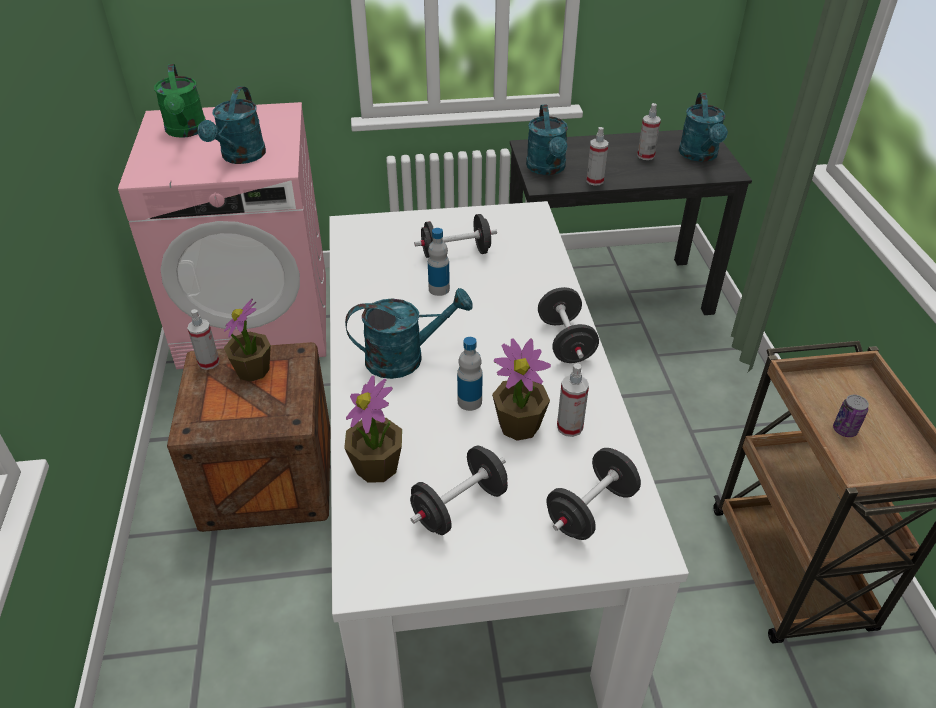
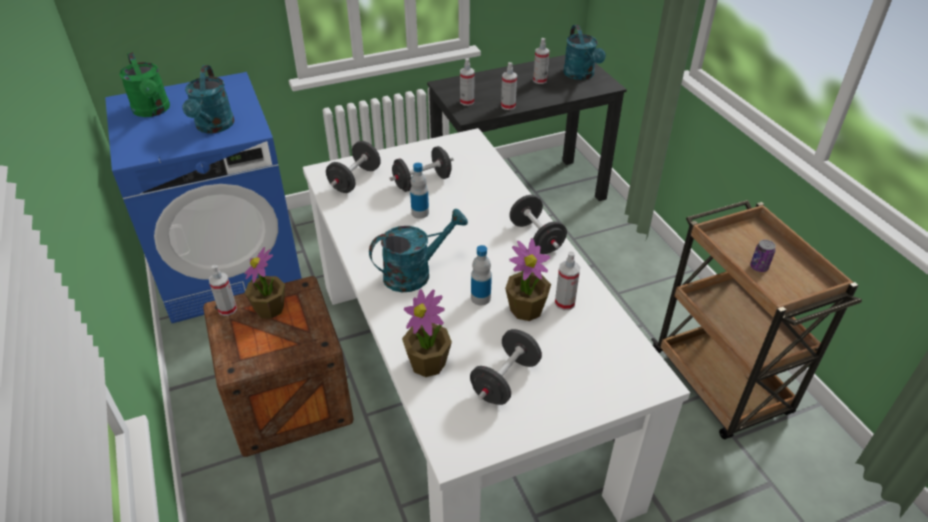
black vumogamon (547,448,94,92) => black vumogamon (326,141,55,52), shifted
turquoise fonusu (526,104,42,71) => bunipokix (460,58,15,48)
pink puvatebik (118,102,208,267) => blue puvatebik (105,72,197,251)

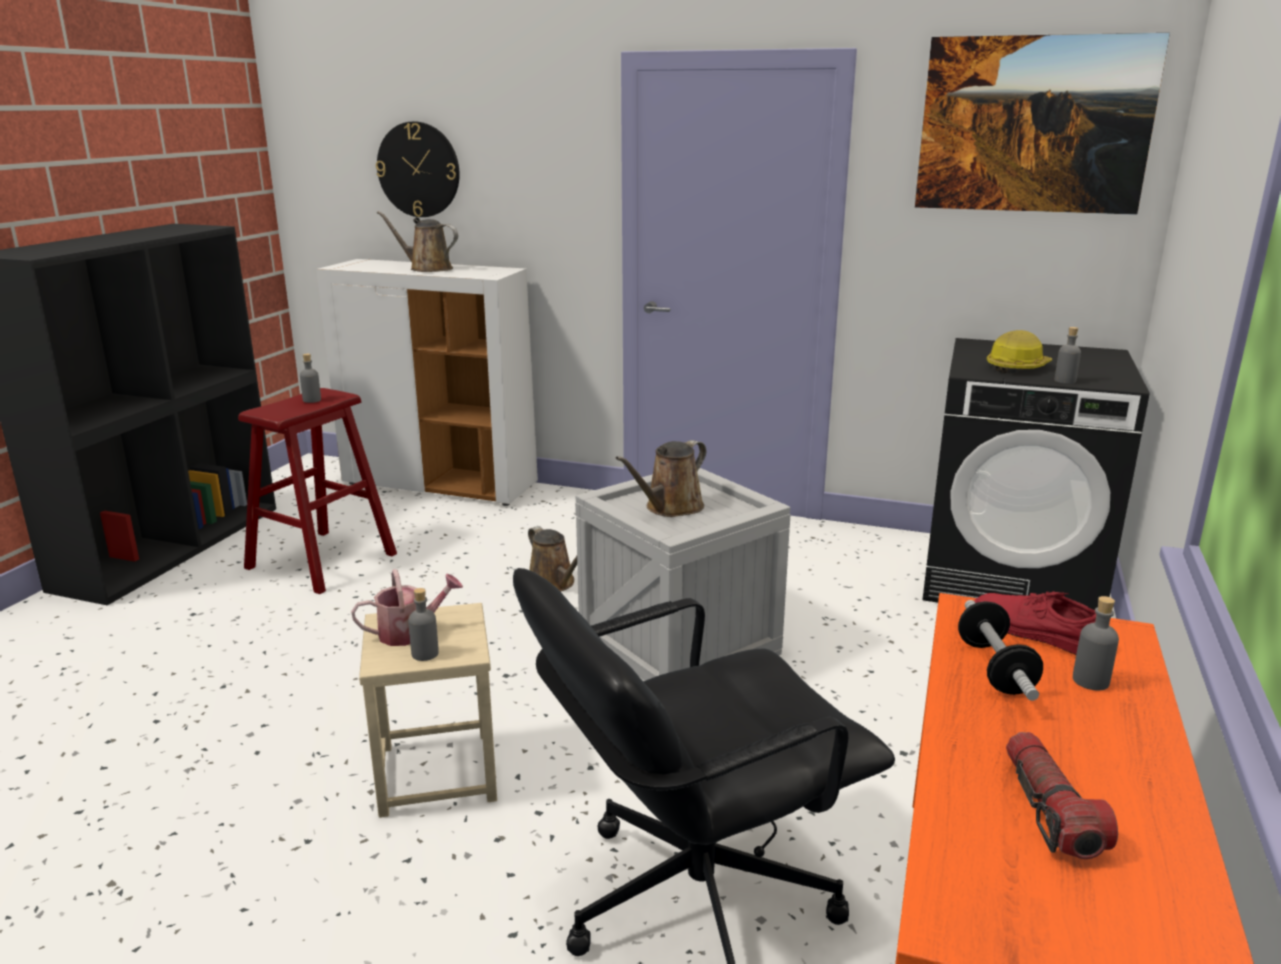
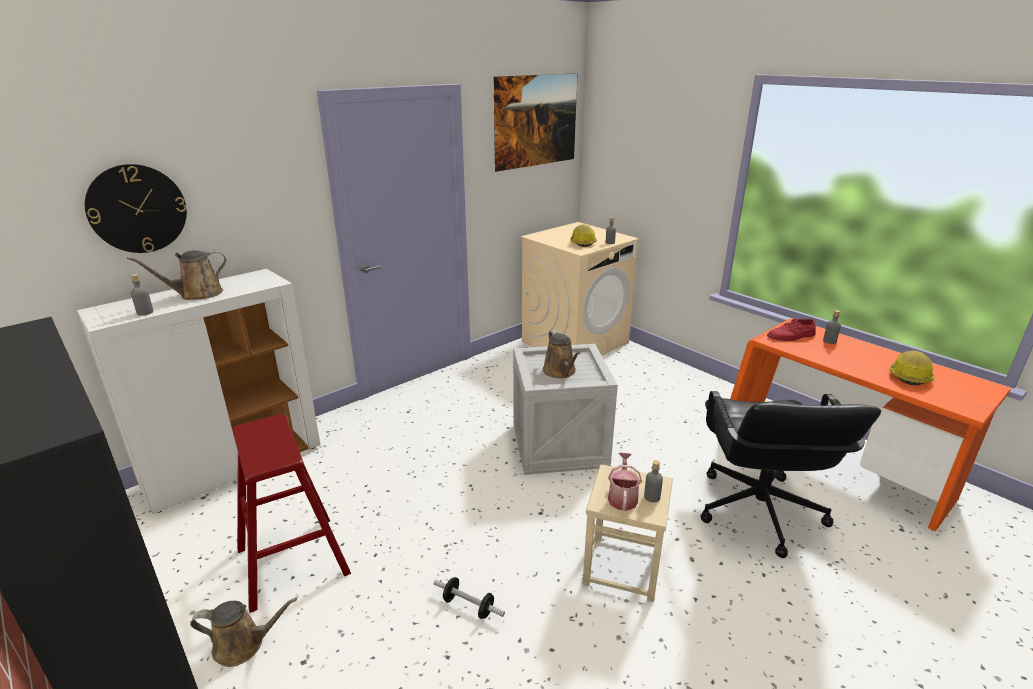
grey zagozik (300,354,21,49) => grey zagozik (131,274,23,42), shifted
brown fonusu (528,526,49,65) => brown fonusu (190,598,107,69), shifted
vumogamon (958,600,85,101) => vumogamon (434,577,71,42), shifted
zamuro (1006,732,112,127) => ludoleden (890,351,45,34)
black puvatebik (923,338,227,272) => beige puvatebik (520,222,118,133)

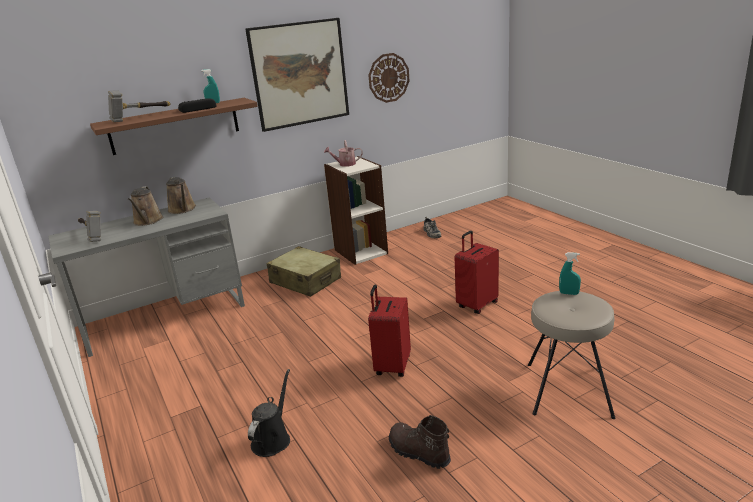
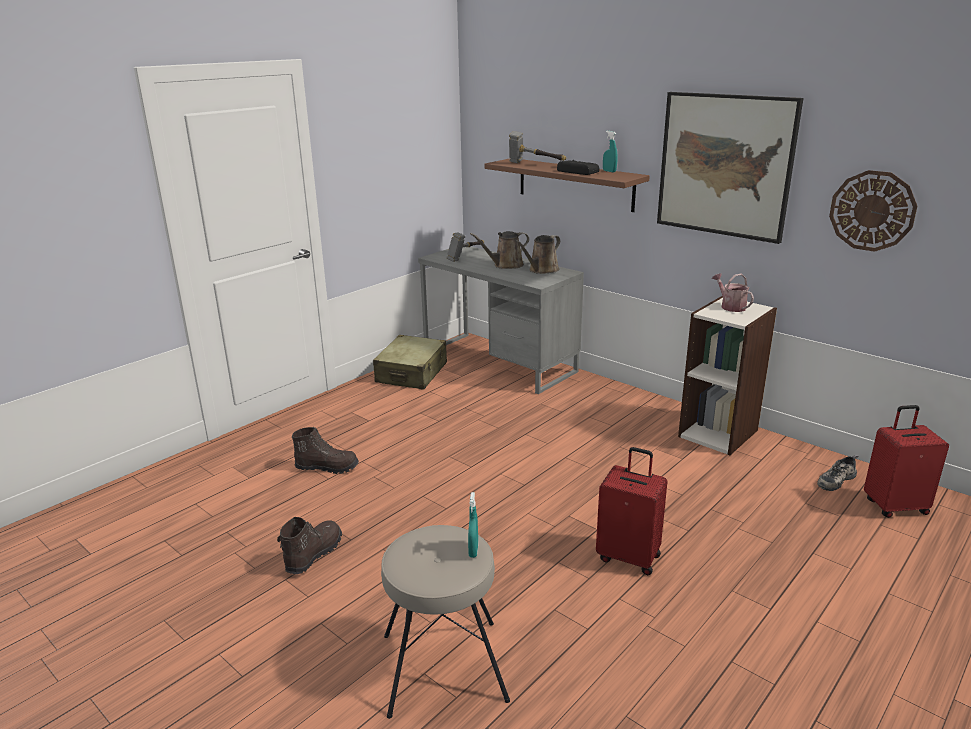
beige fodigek (267,246,74,51) => beige fodigek (373,335,74,55), shifted
red fodigek (368,284,43,93) => red fodigek (864,405,85,113), shifted
black fonusu (248,369,42,88) => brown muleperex (292,427,67,47)

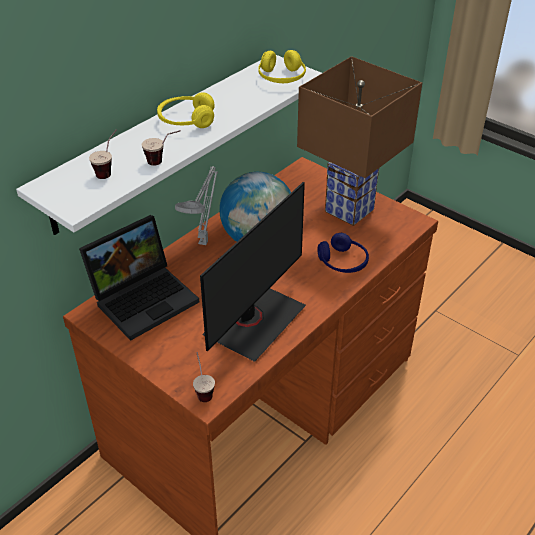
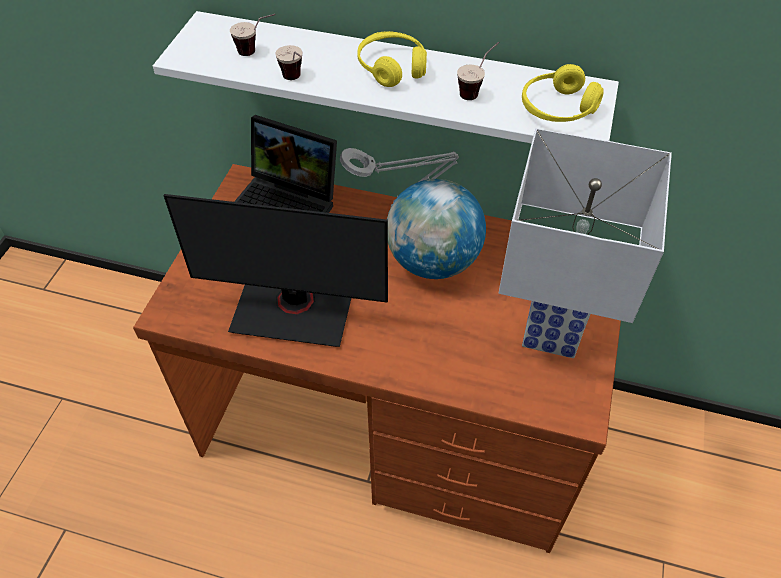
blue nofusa (317,233,52,40) => nothing
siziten (193,352,22,50) => siziten (457,42,42,58), shifted
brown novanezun (297,56,125,170) => white novanezun (498,128,174,230)

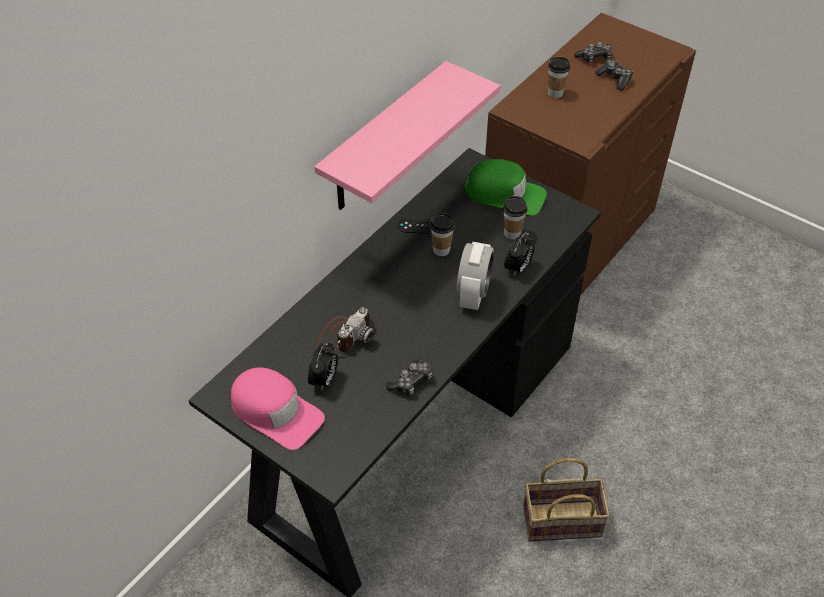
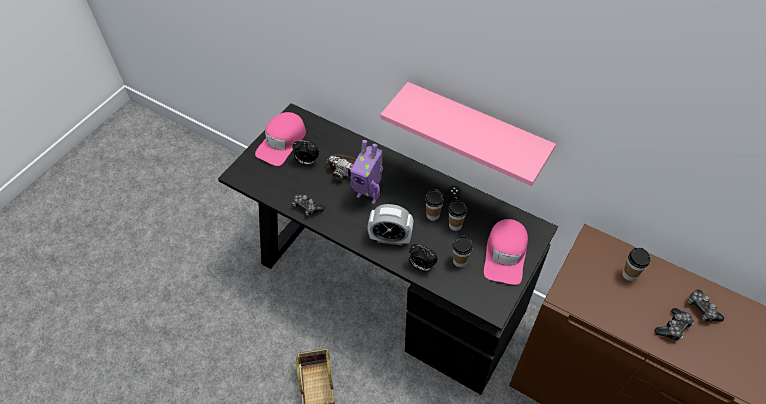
nothing => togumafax (350,140,33,64)
nothing => siziten (448,200,19,31)
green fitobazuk (465,159,82,56) => pink fitobazuk (484,219,44,66)

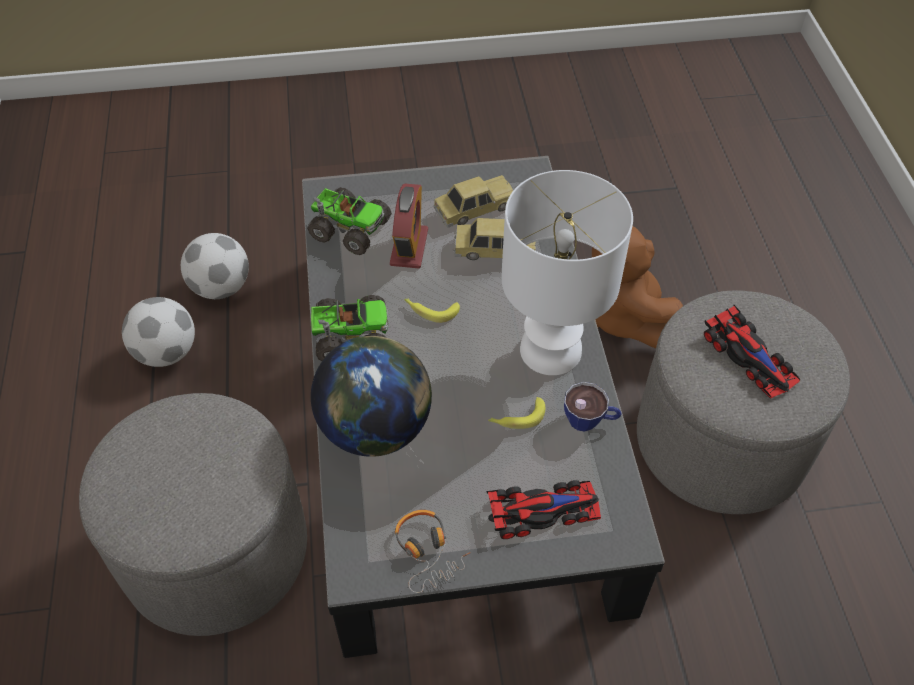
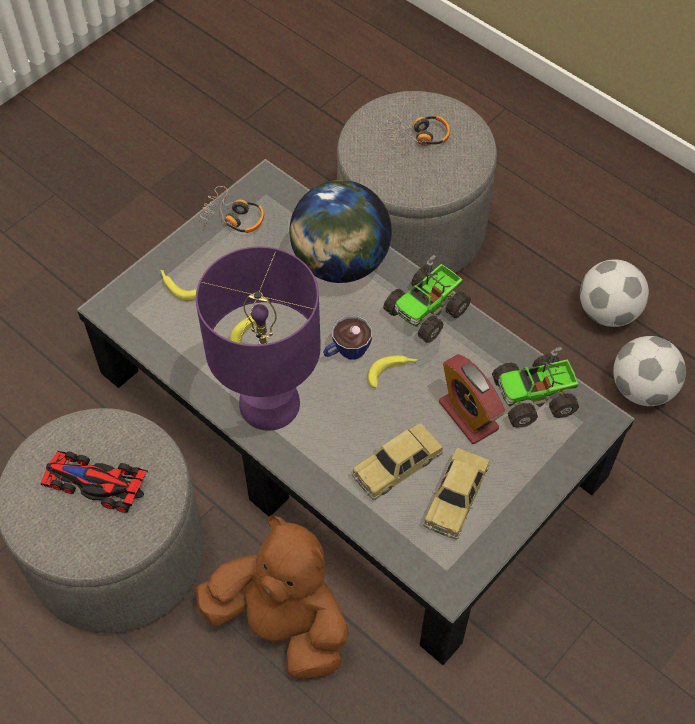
nothing => nofusa (386,115,64,37)
siziten (564,382,58,50) => siziten (323,315,49,45), shifted
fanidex (487,480,114,59) => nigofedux (160,270,37,31)
white novanezun (501,170,132,205) => purple novanezun (196,246,125,185)

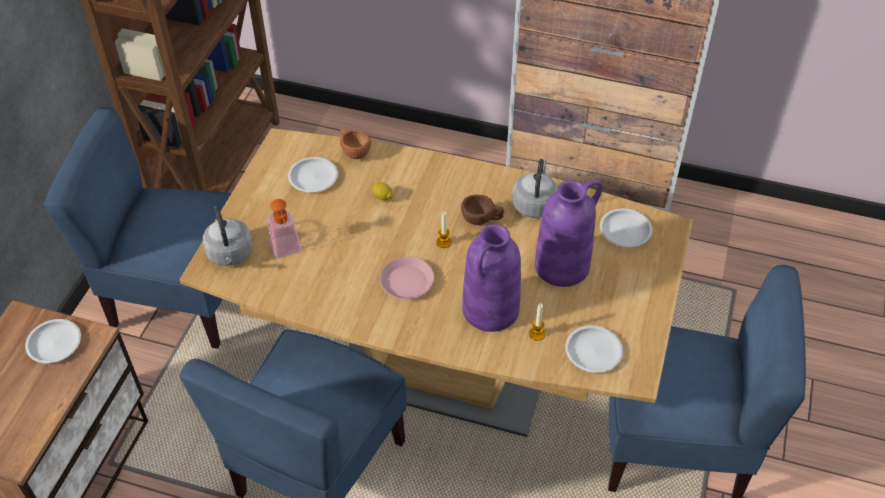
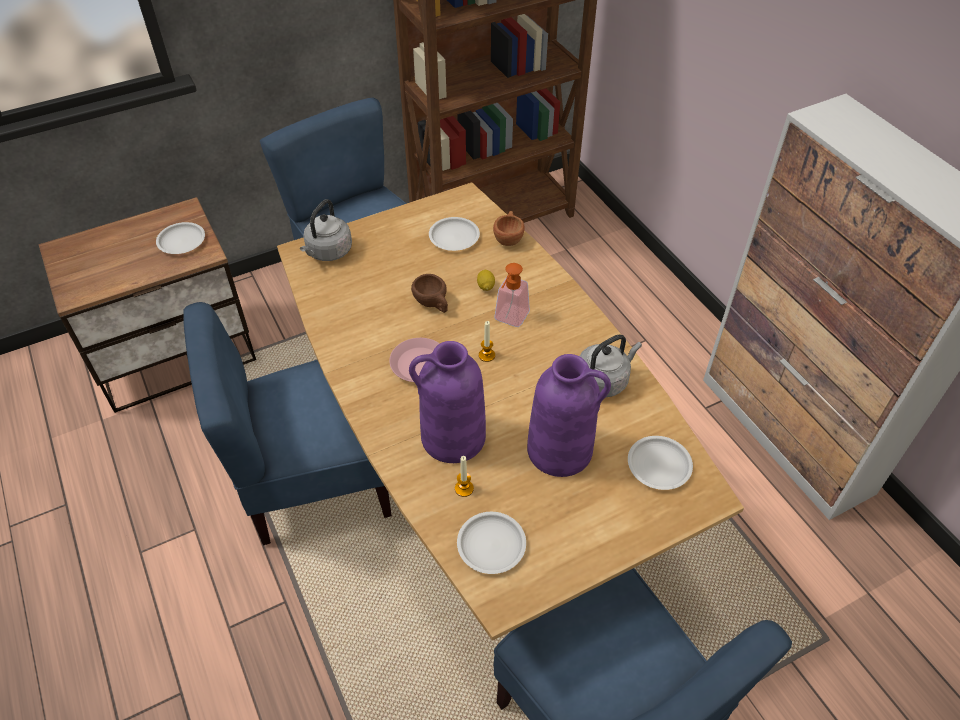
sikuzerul (268,199,33,59) => sikuzerul (494,263,36,64), shifted
brown siziten (461,195,43,30) => brown siziten (411,274,37,39), shifted

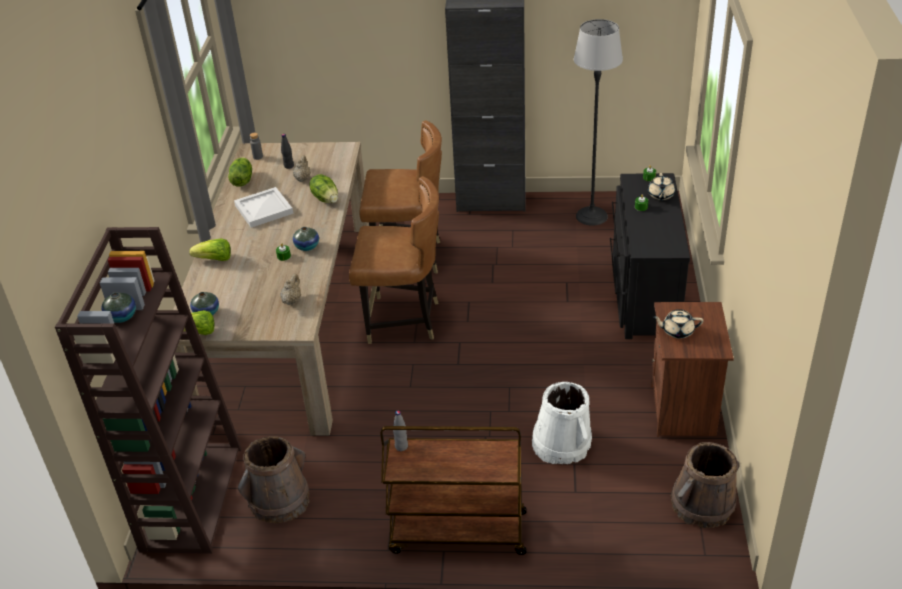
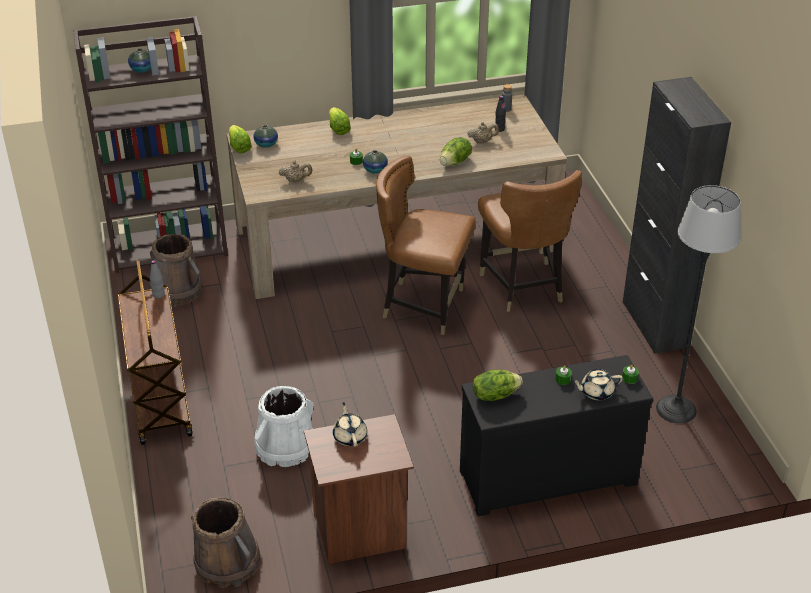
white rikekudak (234,187,59,41) => nothing
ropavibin (228,157,24,30) => ropavibin (473,370,50,31), shifted
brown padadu (349,176,90,168) => brown padadu (376,156,100,179), 120 degrees clockwise

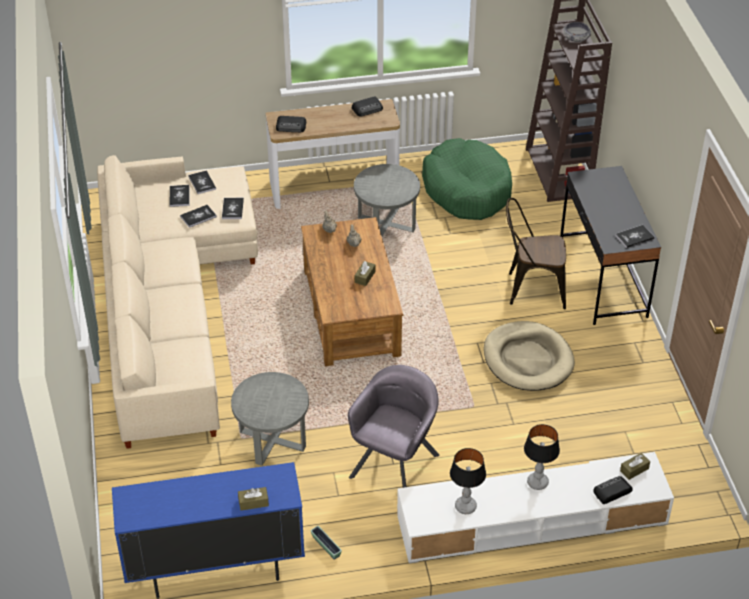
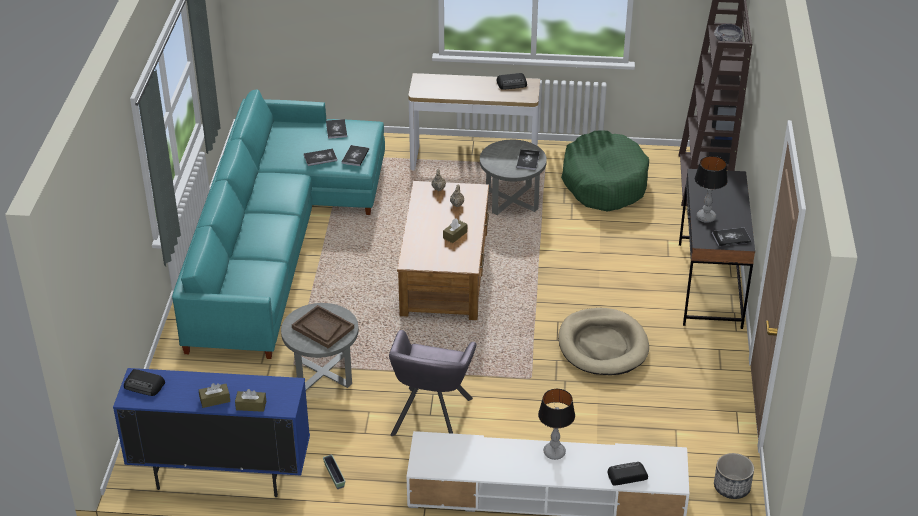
brown padadu (506,198,60,111) => nothing
nothing => brown rikekudak (292,305,62,44)
nothing => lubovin (714,453,40,46)
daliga (170,185,20,22) => daliga (516,149,24,21), shifted
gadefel (276,116,30,16) => gadefel (124,369,41,27), shifted
novanezun (450,448,36,66) => novanezun (695,156,33,67), shifted
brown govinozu (620,453,30,27) => brown govinozu (199,383,31,25), shifted
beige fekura (97,155,161,294) => turquoise fekura (172,89,213,270)
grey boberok (348,365,91,123) => grey boberok (389,330,88,106), 150 degrees clockwise

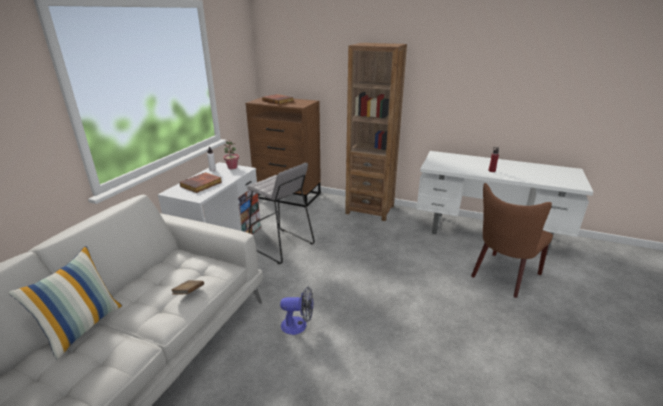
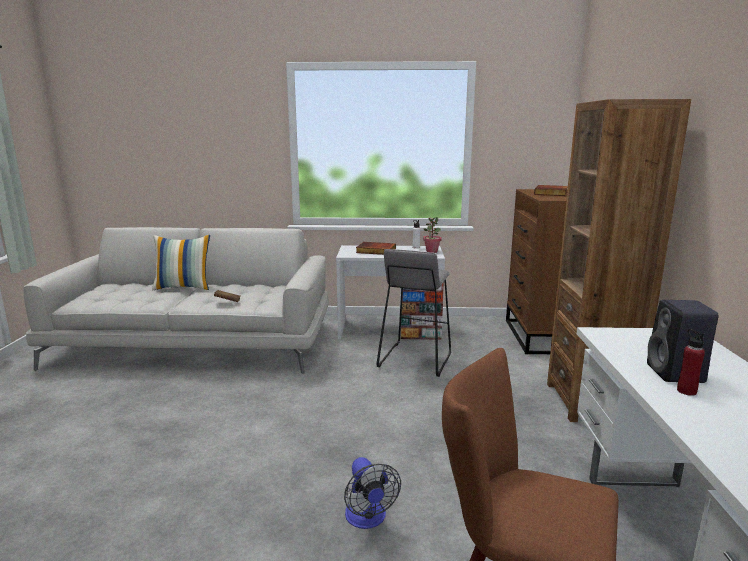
nothing => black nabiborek (647,300,72,83)
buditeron (280,286,33,49) => buditeron (344,457,57,72), shifted

